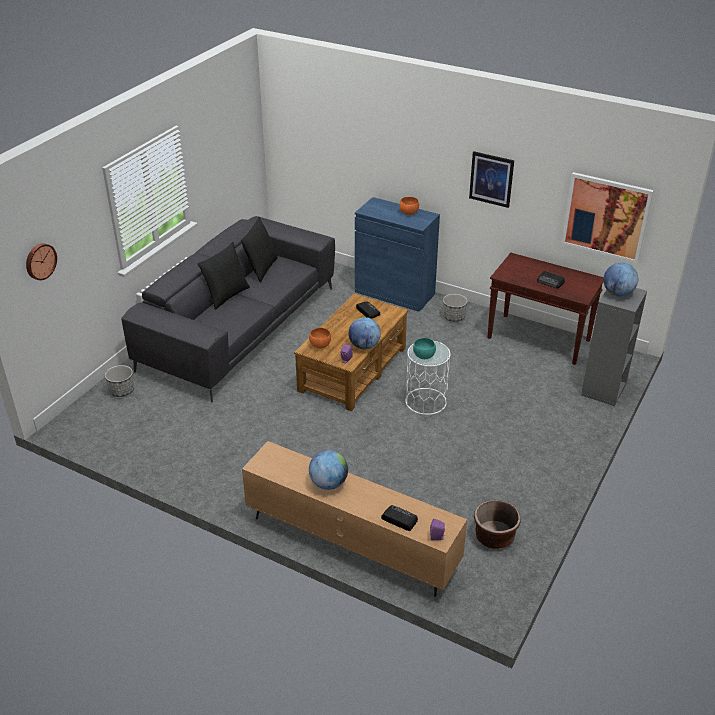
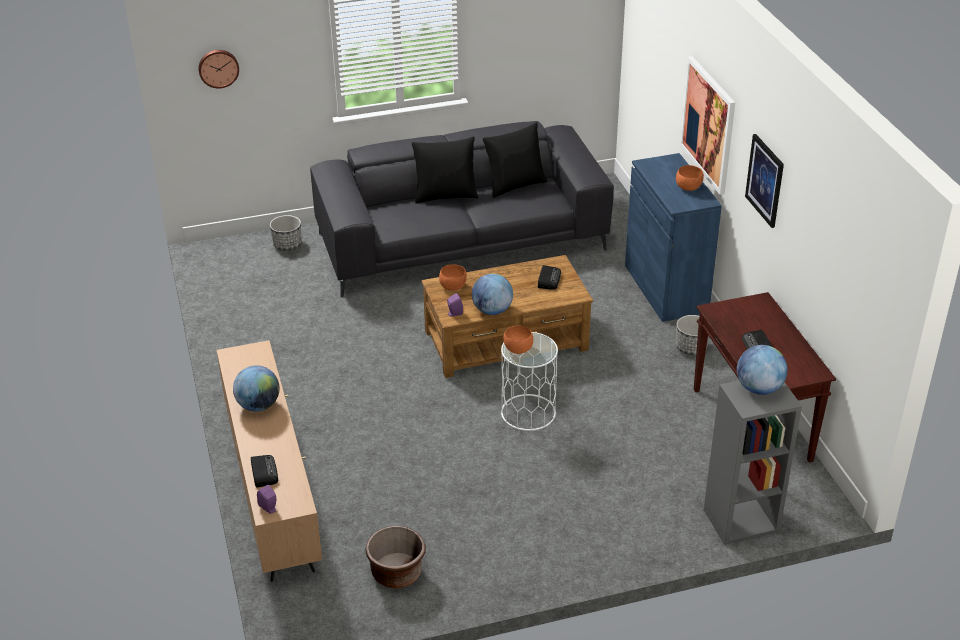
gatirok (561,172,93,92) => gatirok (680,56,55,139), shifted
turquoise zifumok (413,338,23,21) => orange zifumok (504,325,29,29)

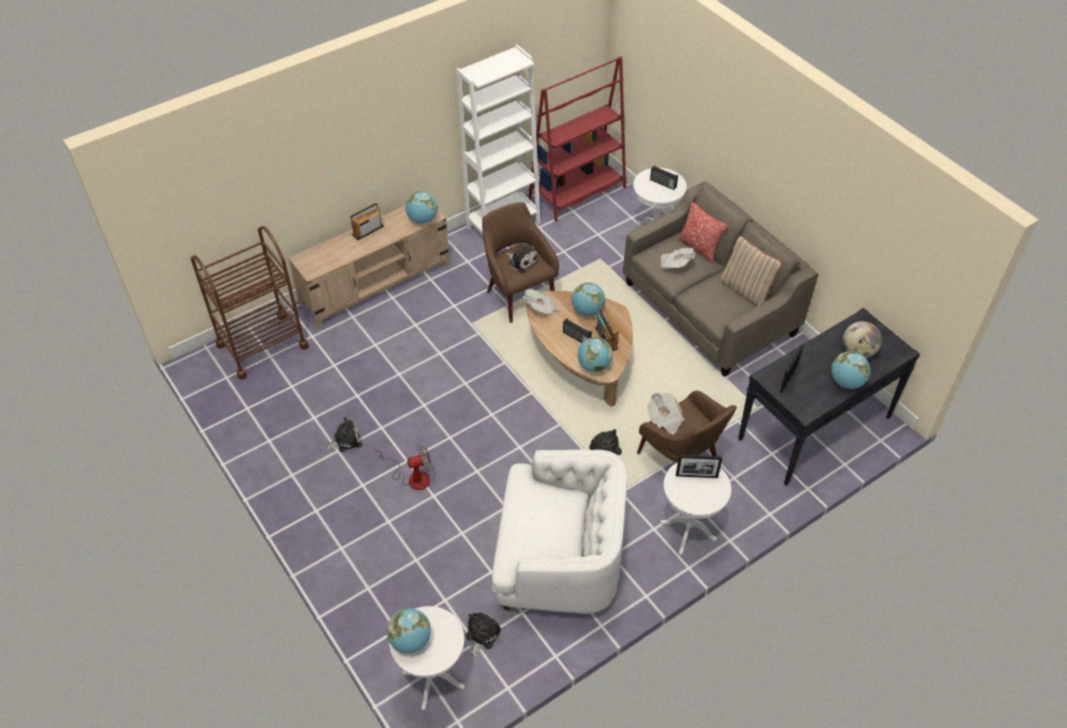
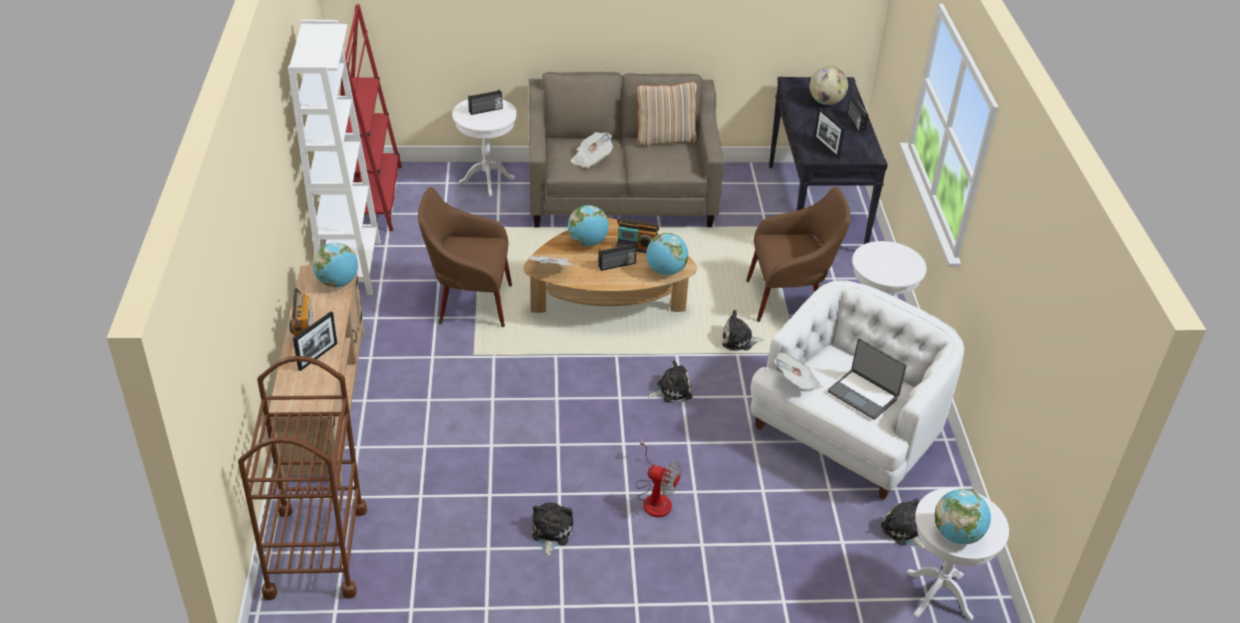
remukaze (677,202,51,62) => nothing
nothing => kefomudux (828,338,79,82)
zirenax (506,244,32,29) => zirenax (647,360,45,42), shifted
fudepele (647,392,37,43) => fudepele (774,353,49,37), shifted
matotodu (676,455,46,23) => matotodu (293,311,44,60), shifted
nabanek (831,351,40,38) => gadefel (847,97,21,35)
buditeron (375,446,57,44) => buditeron (636,437,45,80), 105 degrees clockwise

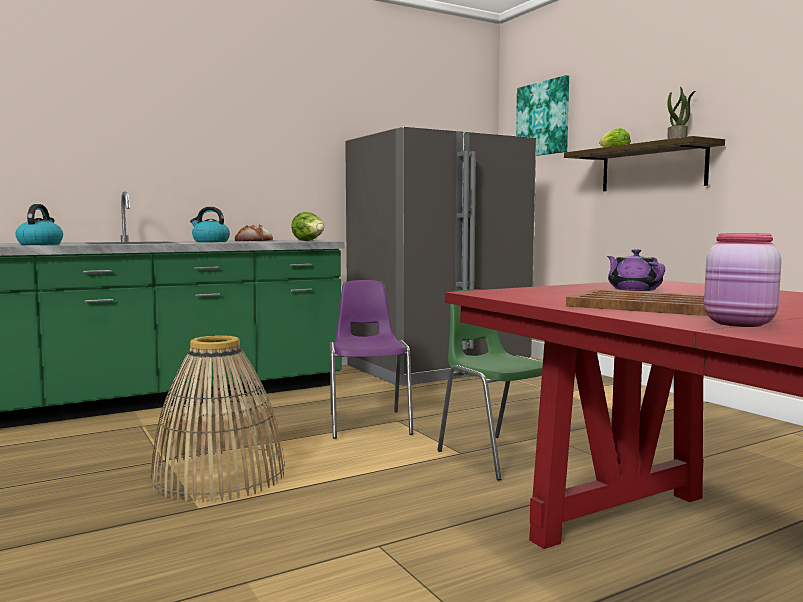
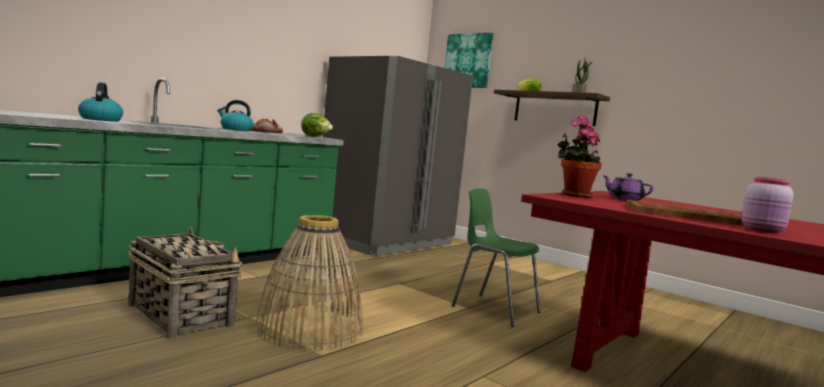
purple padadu (330,280,83,159) => nothing
nothing => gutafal (128,226,115,113)
nothing => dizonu (558,115,44,83)

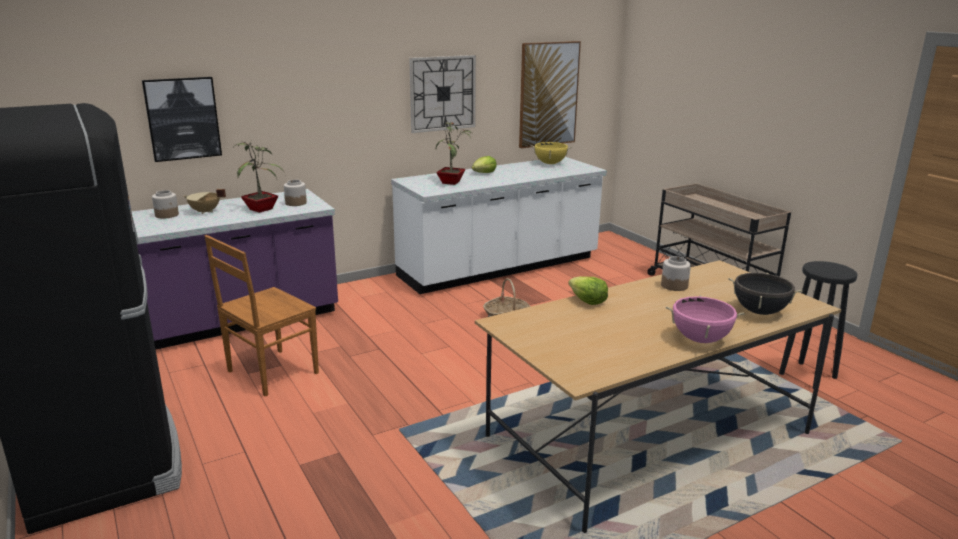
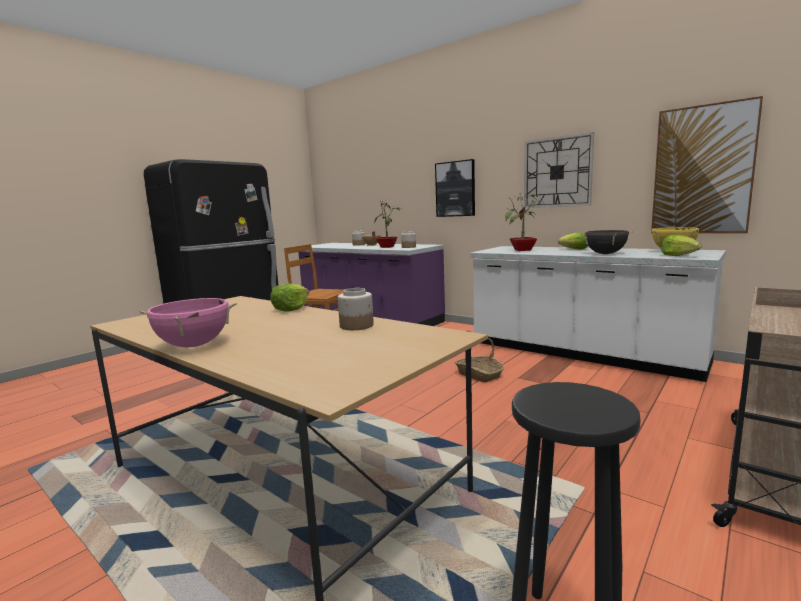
nothing => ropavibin (661,235,41,21)
gatirok (142,77,80,85) => gatirok (435,159,40,58), shifted
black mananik (728,272,74,43) => black mananik (581,230,52,24), shifted

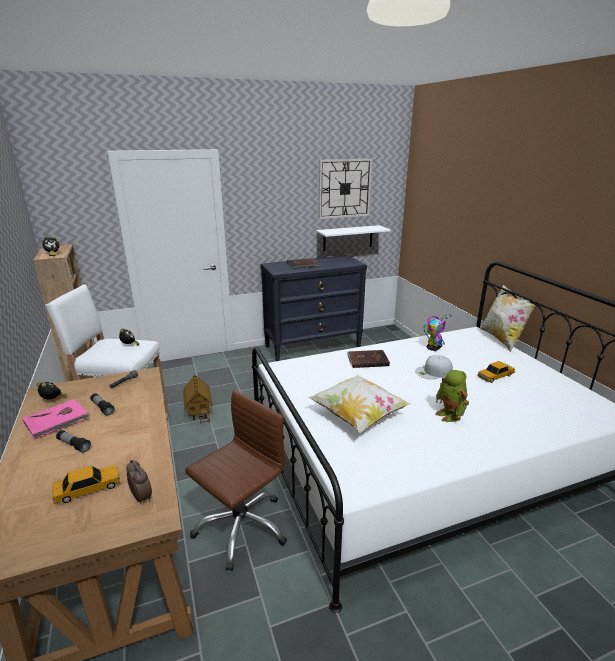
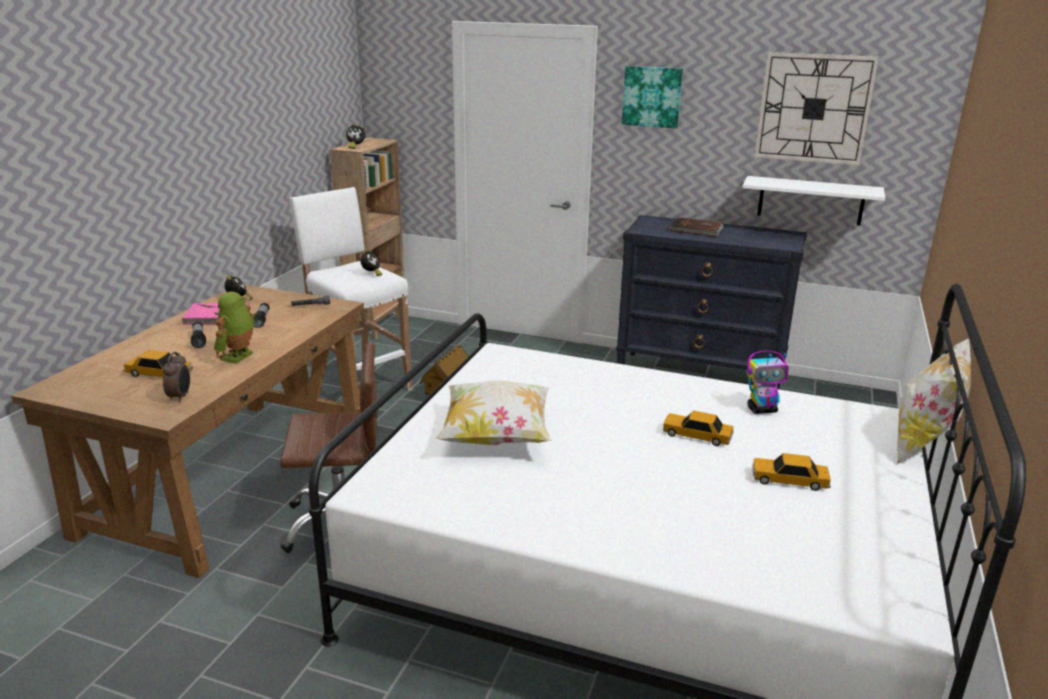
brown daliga (347,350,43,18) => nothing
nothing => gatirok (622,66,61,62)
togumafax (435,370,34,52) => togumafax (214,292,41,72), shifted
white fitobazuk (415,355,38,24) => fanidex (663,411,71,35)

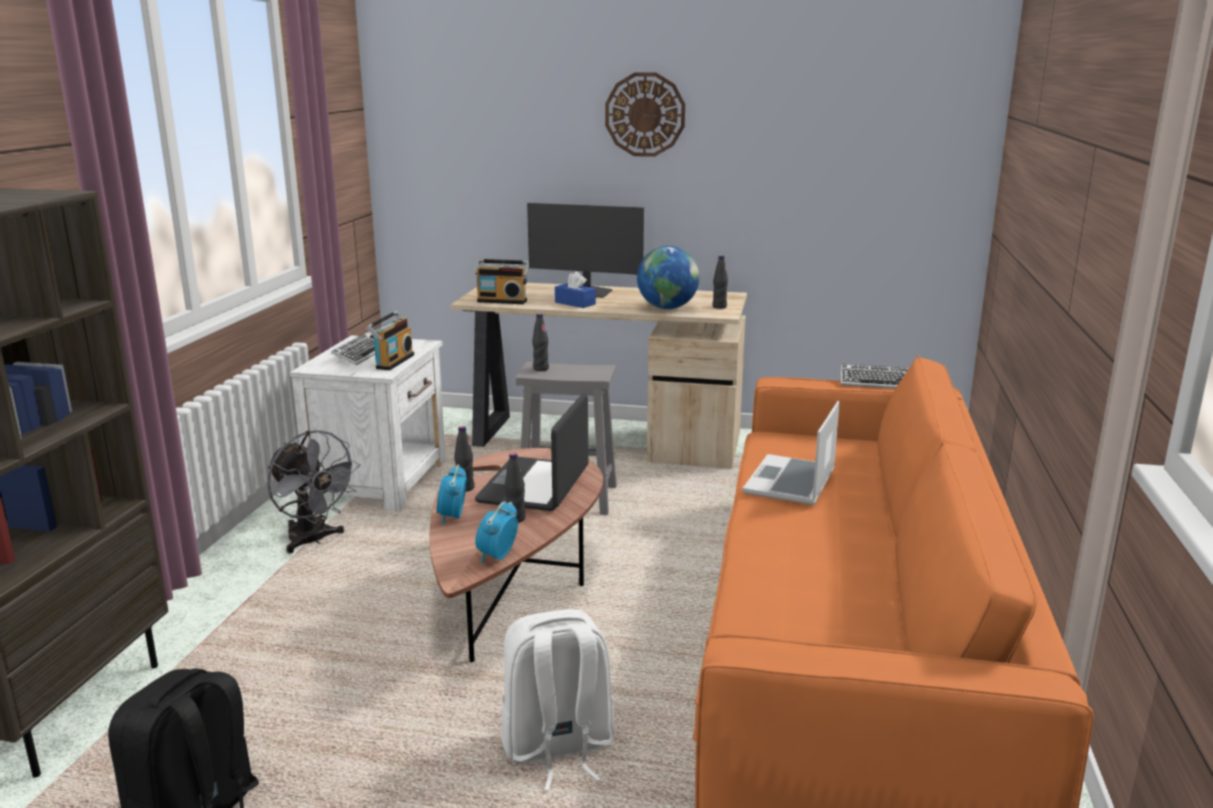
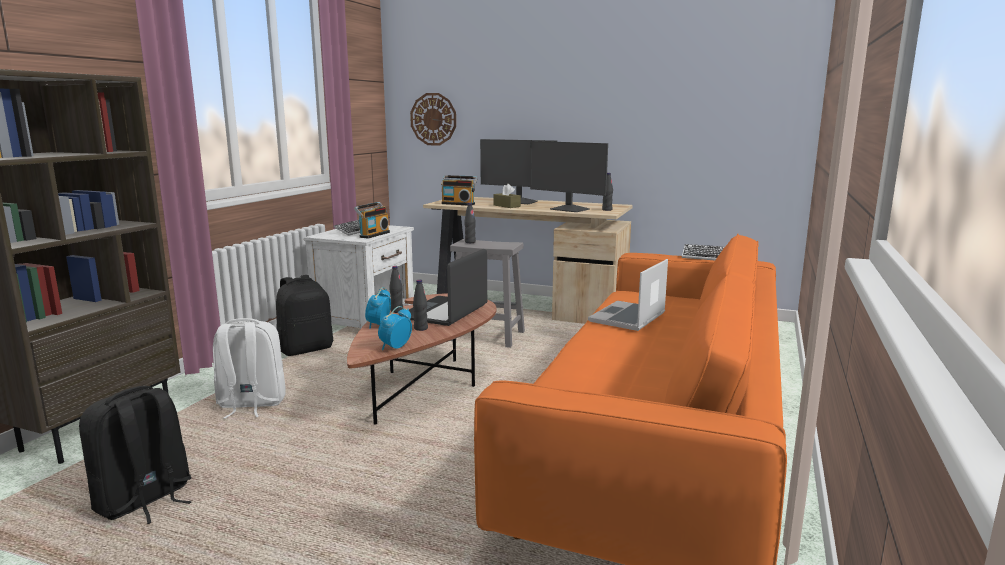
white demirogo (501,609,114,182) => white demirogo (213,318,73,101), shifted
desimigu (605,72,80,85) => desimigu (410,93,46,53), shifted
grey buditeron (267,430,93,124) => black demirogo (276,275,57,81)
nabanek (637,246,63,63) => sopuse (530,141,78,71)
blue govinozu (555,272,41,36) => brown govinozu (494,184,27,24)

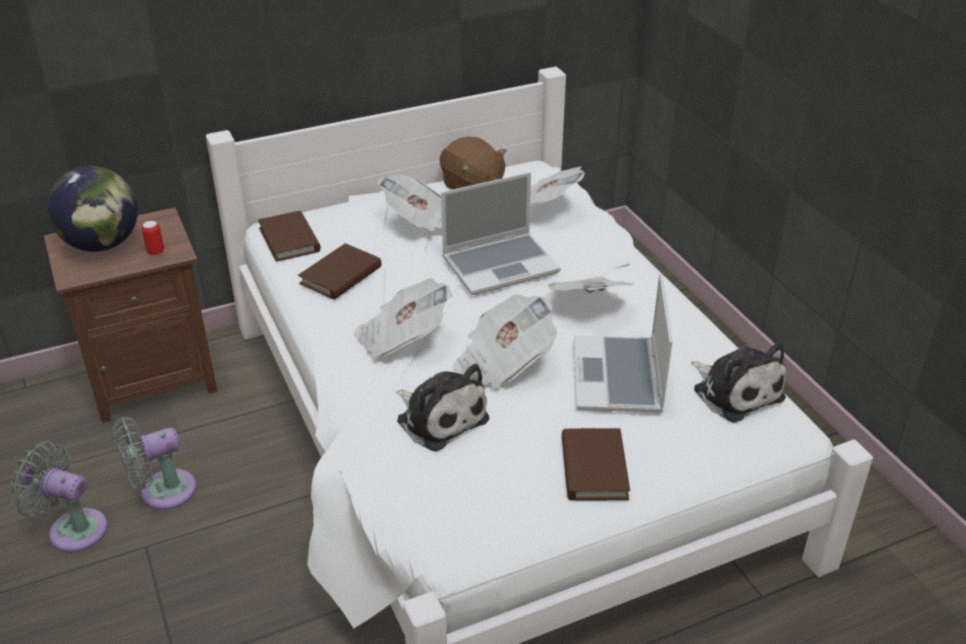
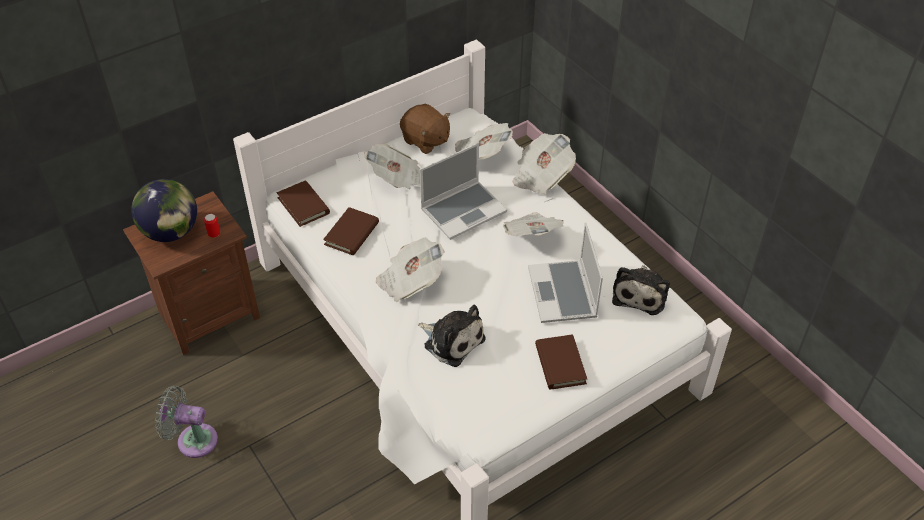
grey buditeron (113,417,83,93) => nothing
fudepele (454,294,103,95) => fudepele (513,133,63,61), shifted
zirenax (691,343,95,80) => zirenax (612,265,58,50), 60 degrees clockwise

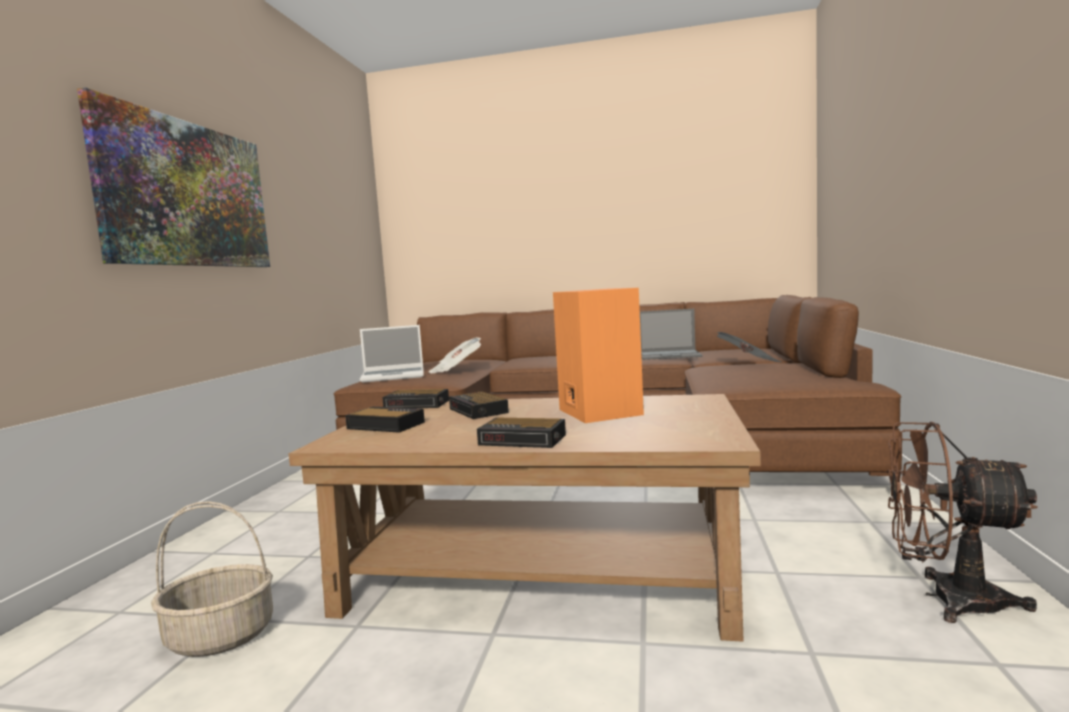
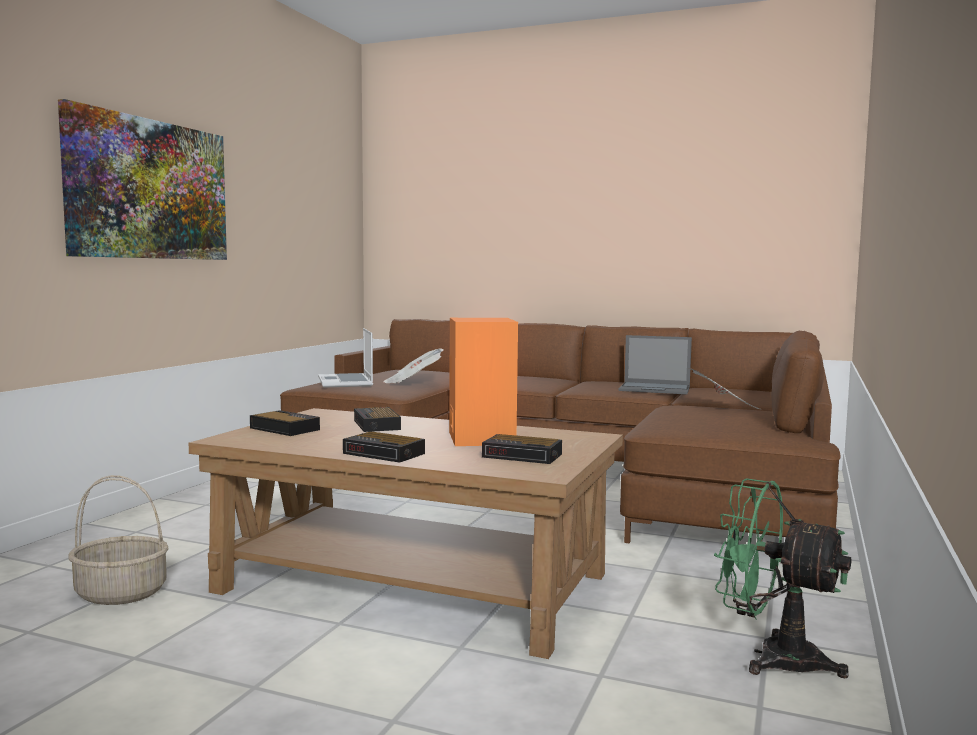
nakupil (382,389,67,19) => nakupil (482,434,80,30), shifted
brown buditeron (887,422,150,201) => green buditeron (714,478,138,200)
kefomudux (360,325,64,58) => kefomudux (318,328,55,60), 75 degrees clockwise

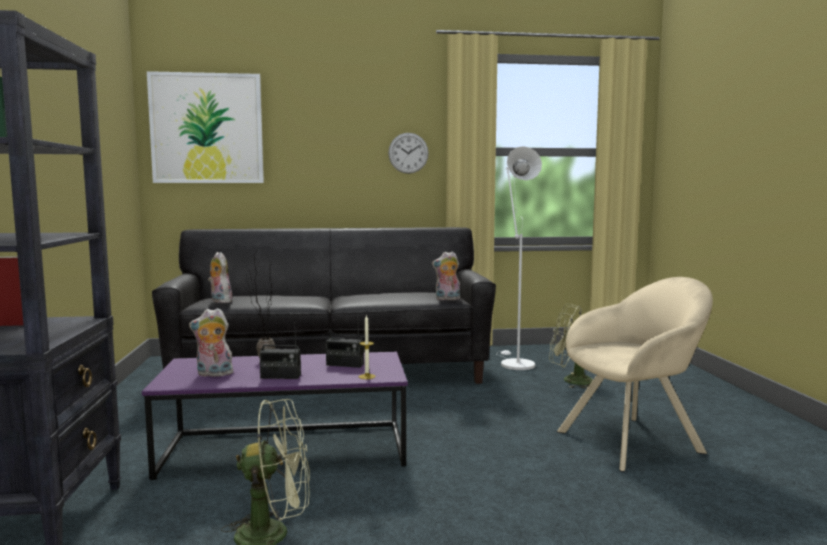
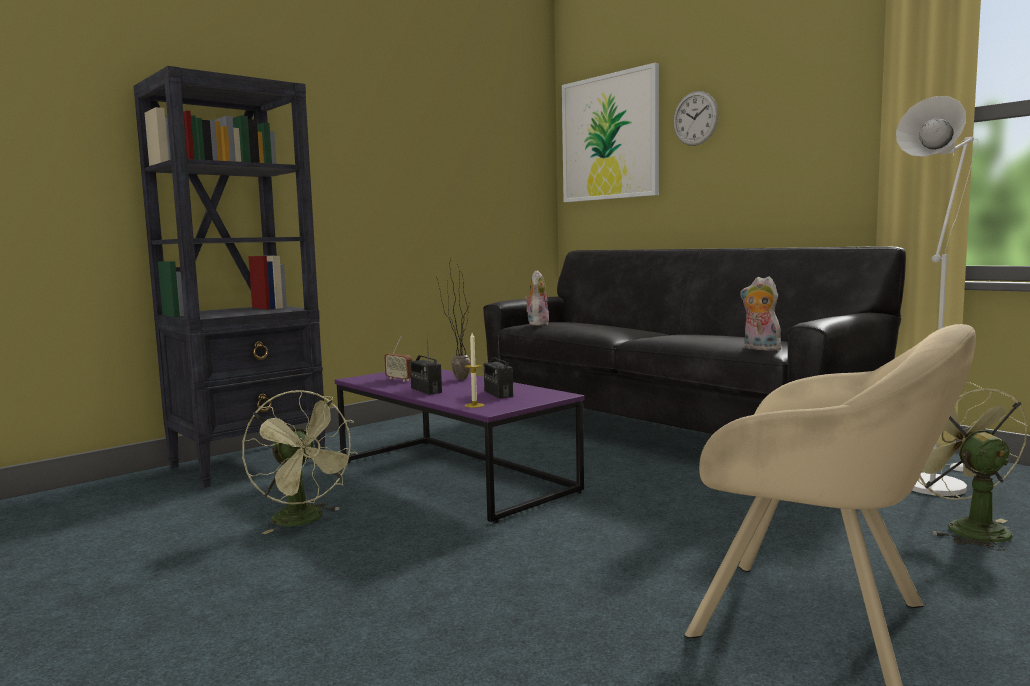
desimigu (388,133,41,41) => desimigu (673,91,45,55), shifted
zirenax (189,308,44,70) => gadefel (384,336,28,46)

